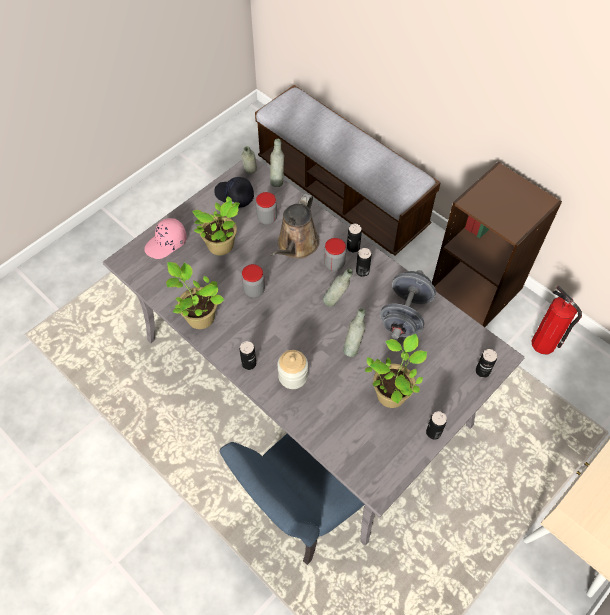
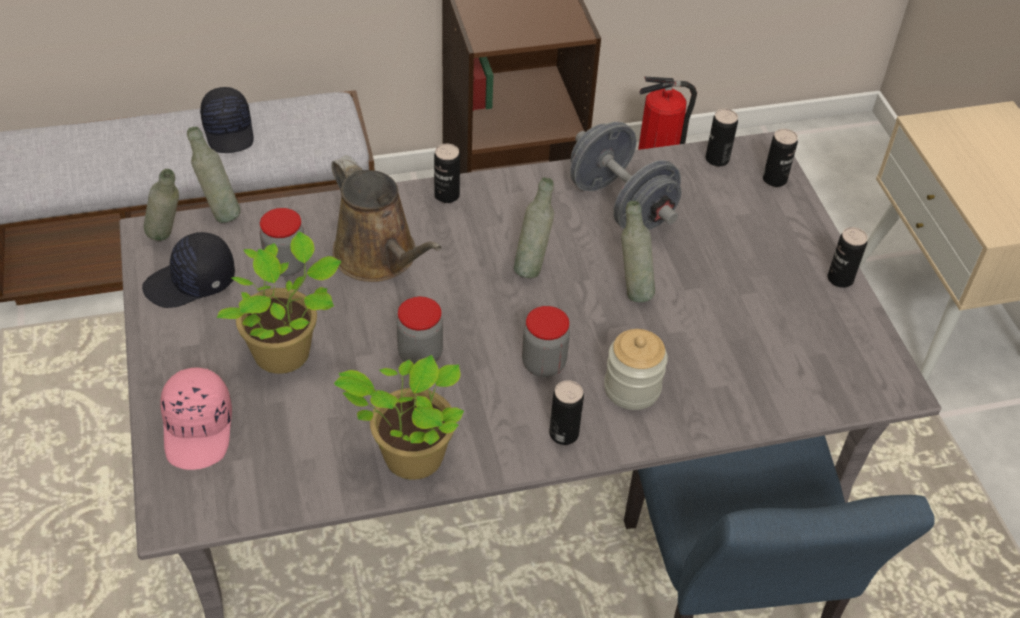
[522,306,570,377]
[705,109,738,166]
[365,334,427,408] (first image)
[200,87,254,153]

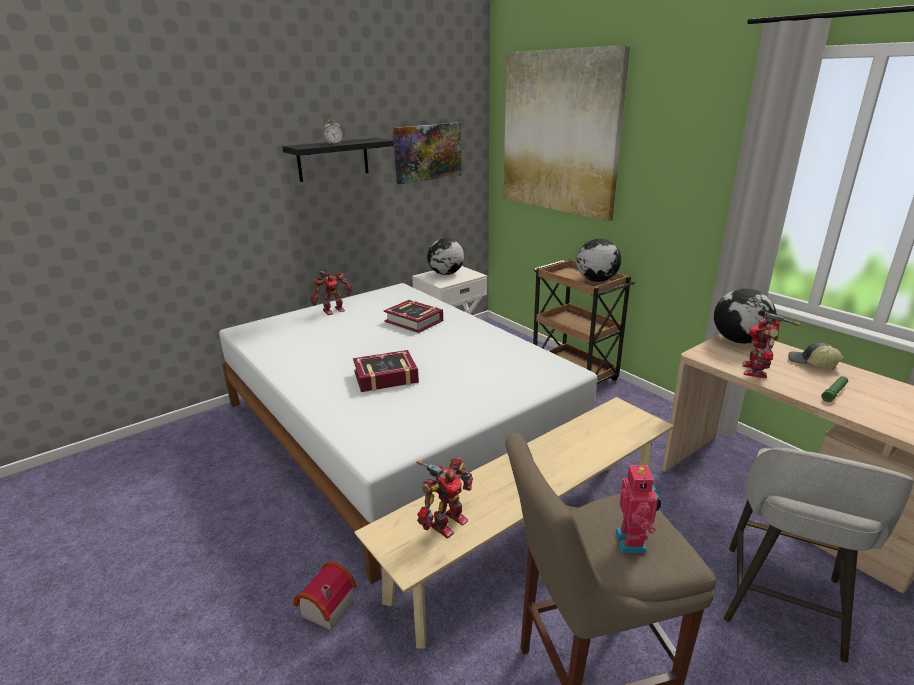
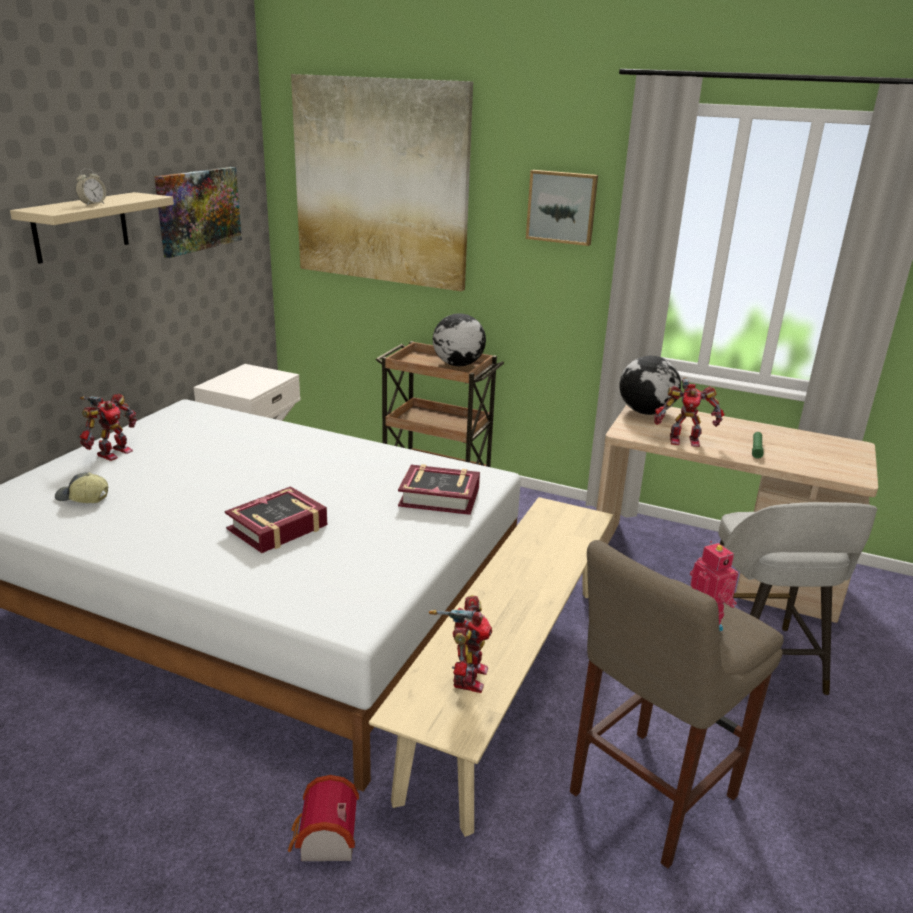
[10,192,174,264]
[398,464,480,515]
[427,238,464,275] (first image)
[654,377,725,447]
[55,472,108,503]
[526,170,598,246]

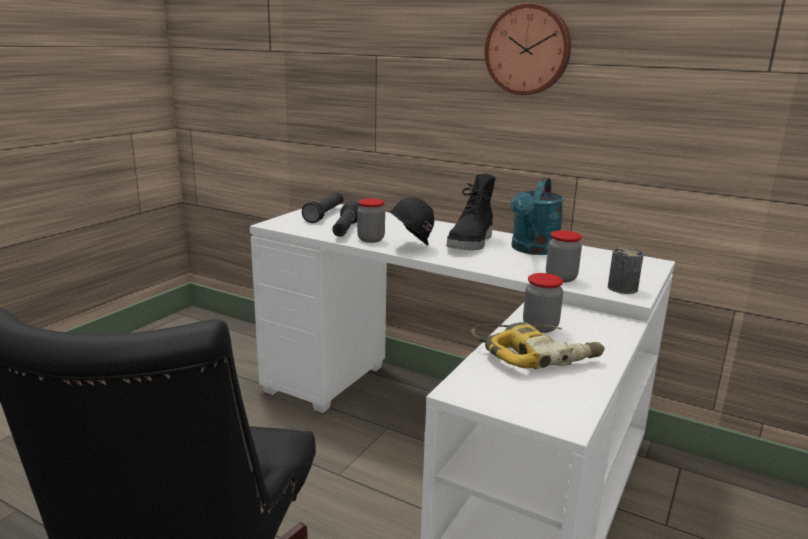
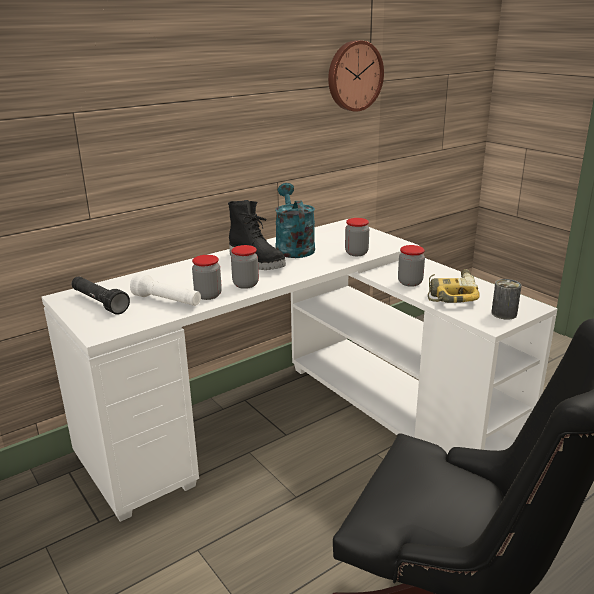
[130,273,201,306]
[231,245,259,289]
[328,40,384,112]
[275,183,315,258]
[491,279,522,320]

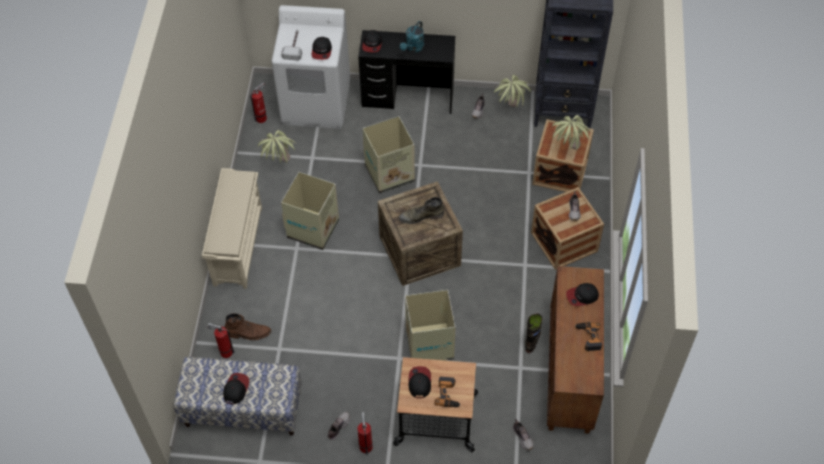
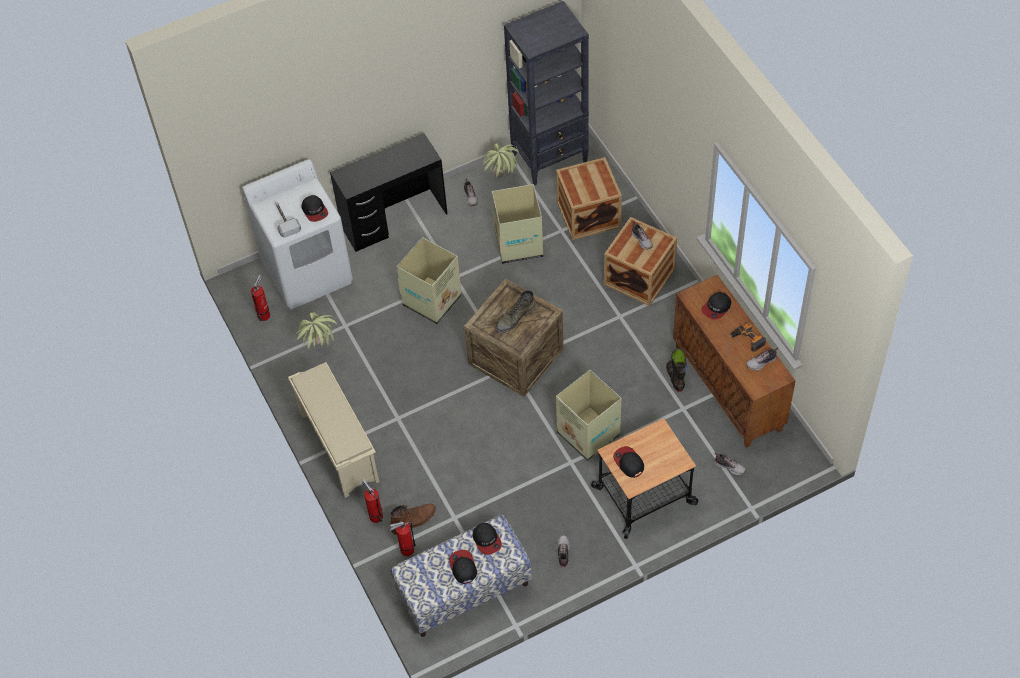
[492,184,543,264]
[362,479,383,523]
[472,523,502,555]
[400,21,424,52] (first image)
[434,377,460,407] (first image)
[552,115,592,152] (first image)
[746,348,778,371]

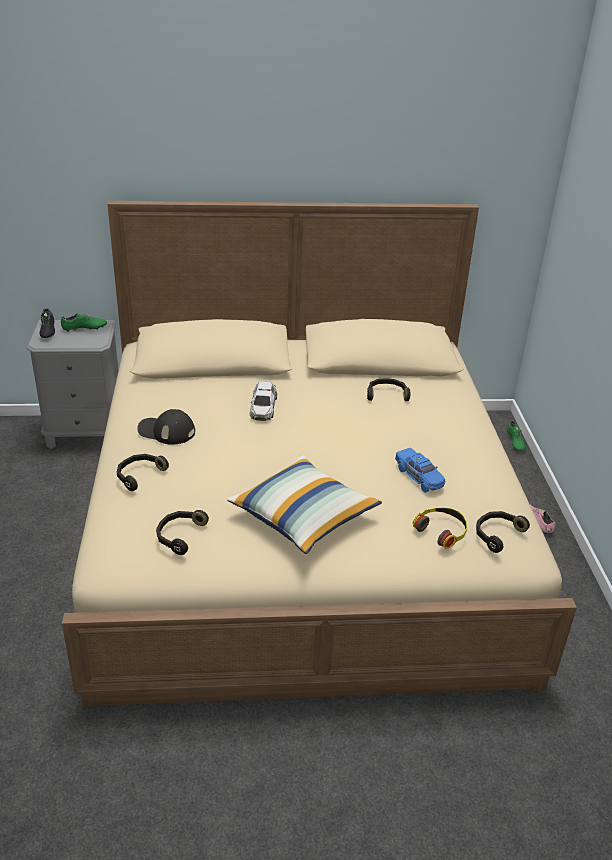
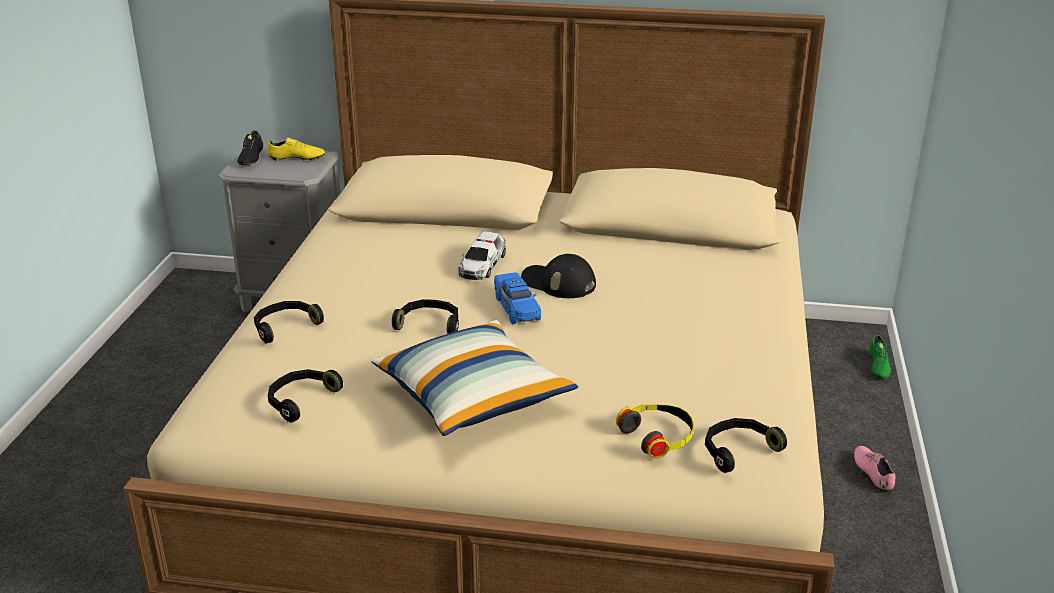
[267,137,325,161]
[521,254,596,298]
[392,299,459,334]
[494,272,541,325]

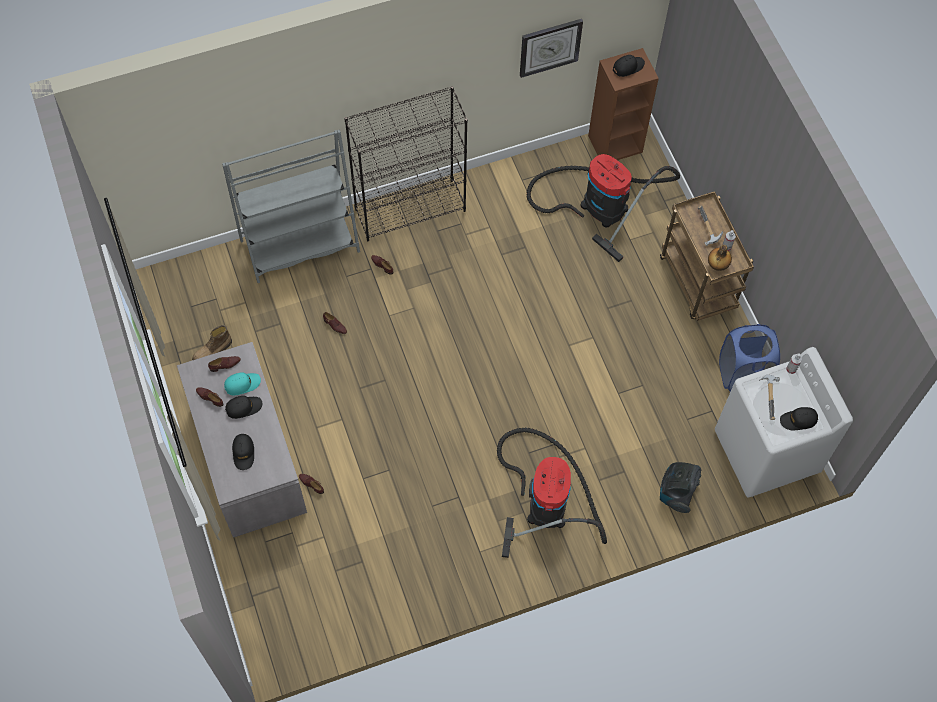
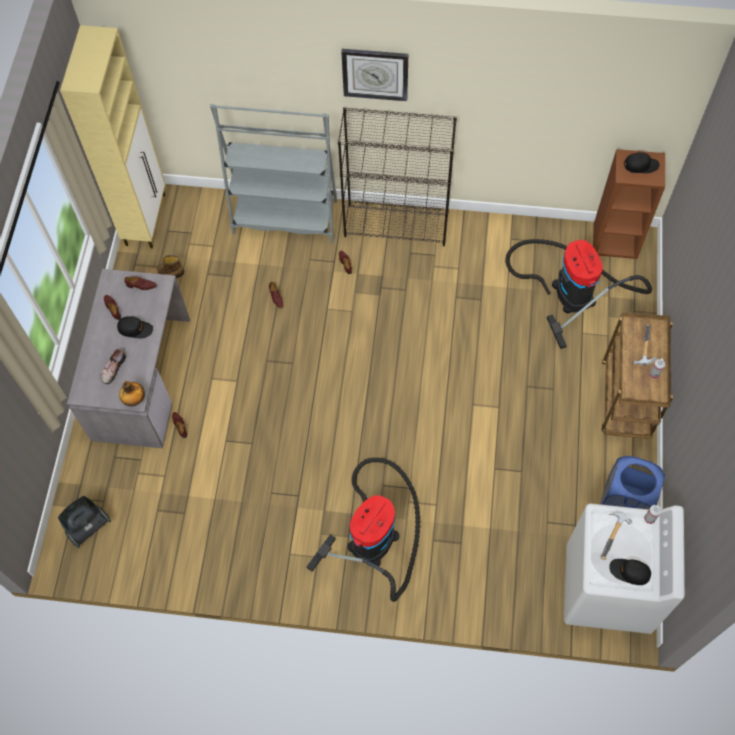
[224,372,261,395] (first image)
[100,349,126,384]
[341,49,408,101]
[58,496,111,548]
[119,381,145,406]
[60,25,165,248]

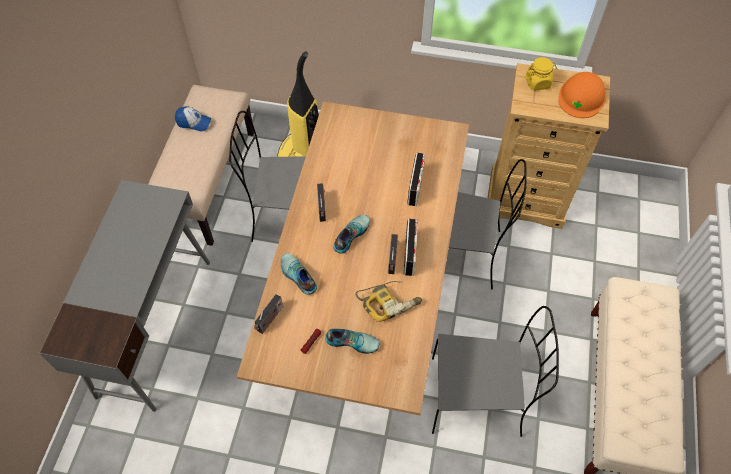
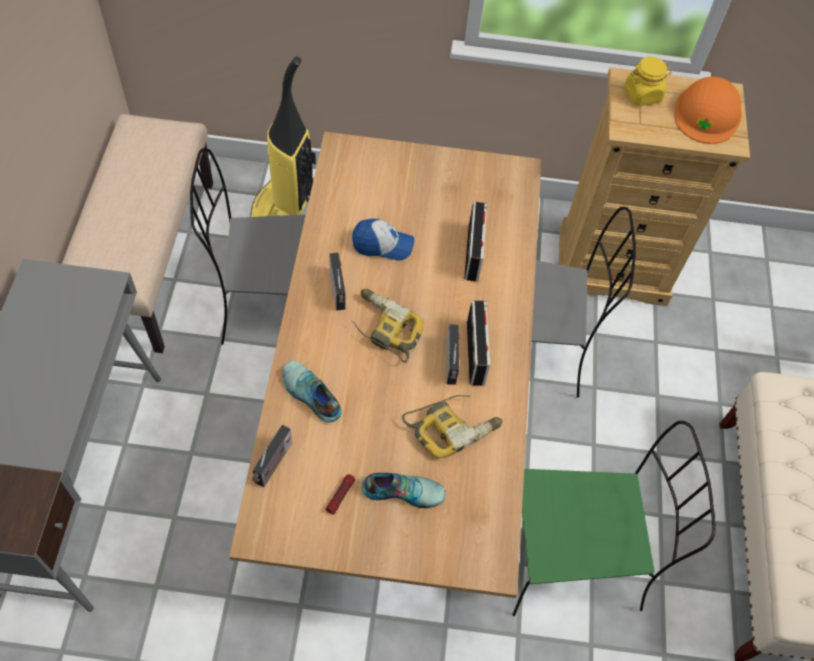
[352,219,414,261]
[352,289,424,363]
[513,421,716,616]

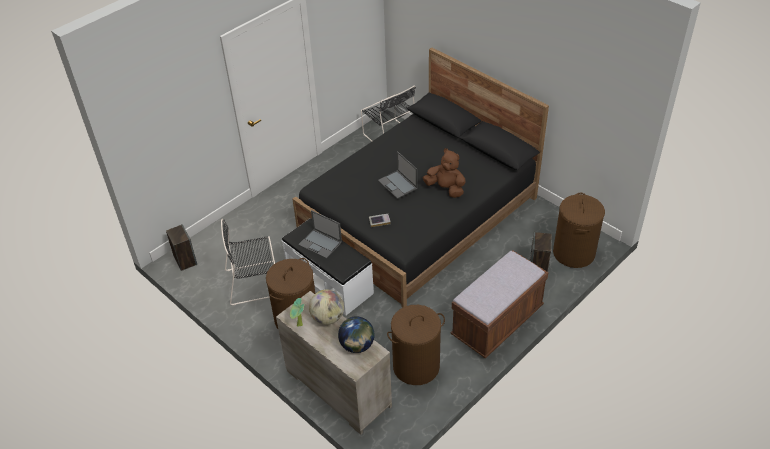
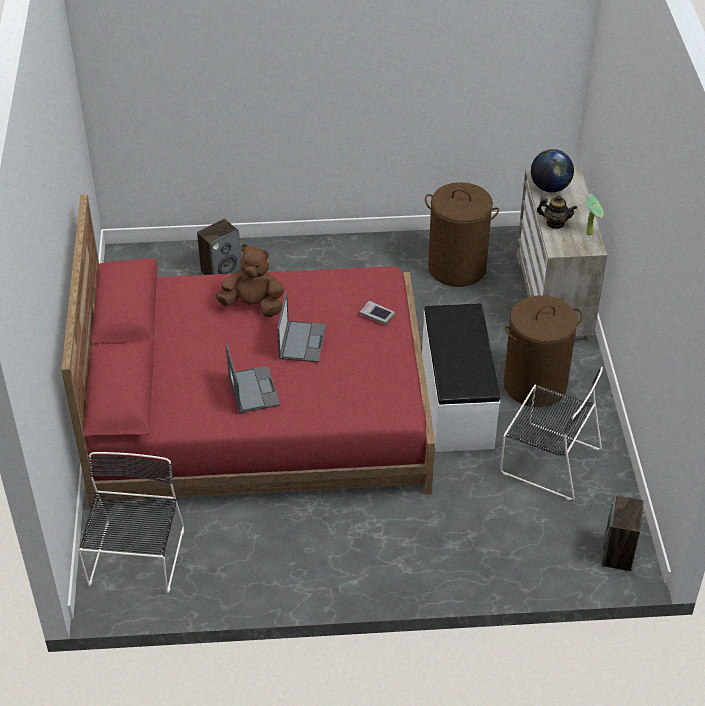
[61,195,435,512]
[226,344,280,413]
[537,195,577,229]
[215,244,284,317]
[451,250,549,358] (first image)
[553,193,605,268] (first image)

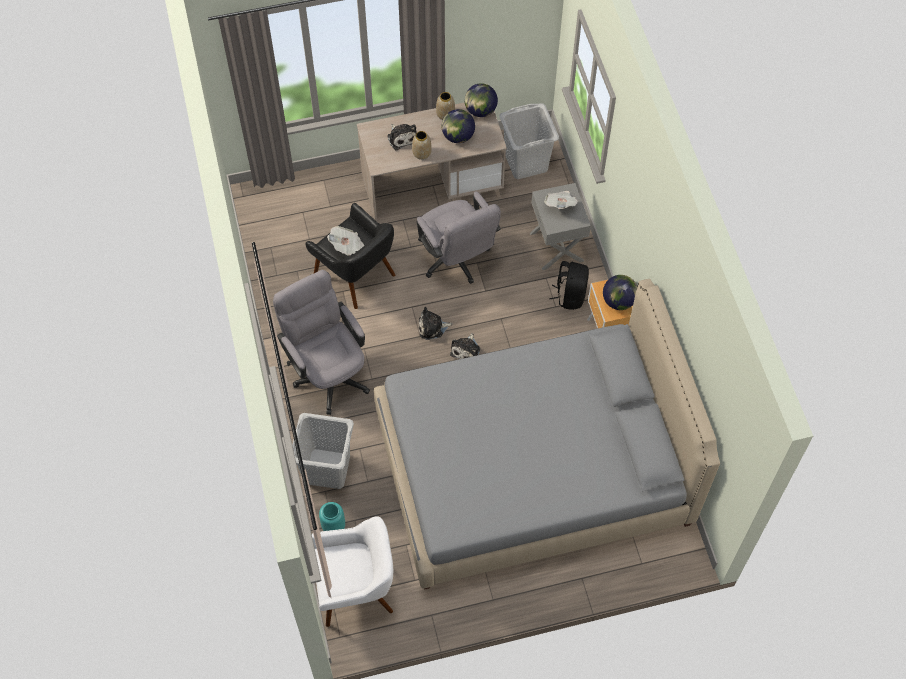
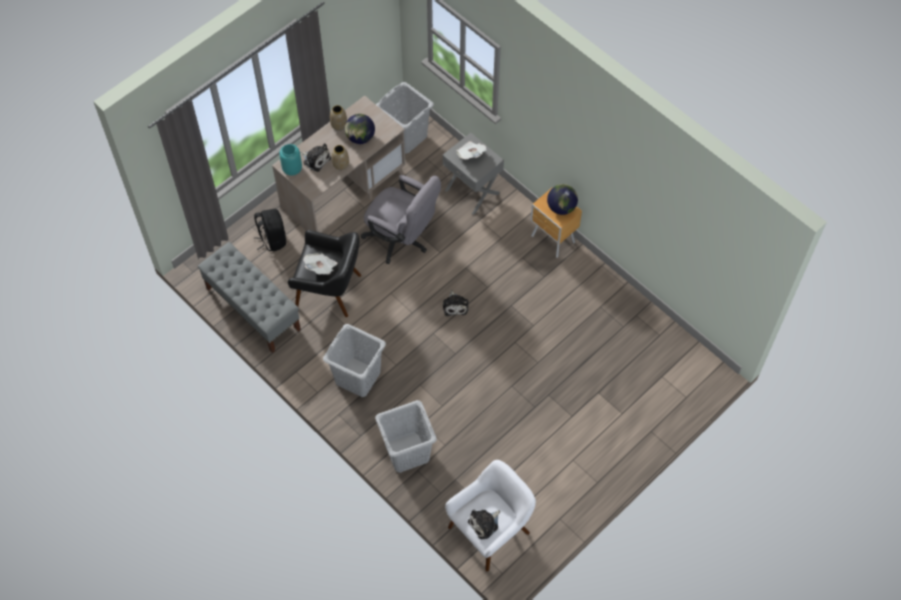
[323,324,386,397]
[279,144,302,176]
[374,279,720,590] (first image)
[468,510,500,539]
[464,83,498,117] (first image)
[254,209,286,251]
[198,242,301,353]

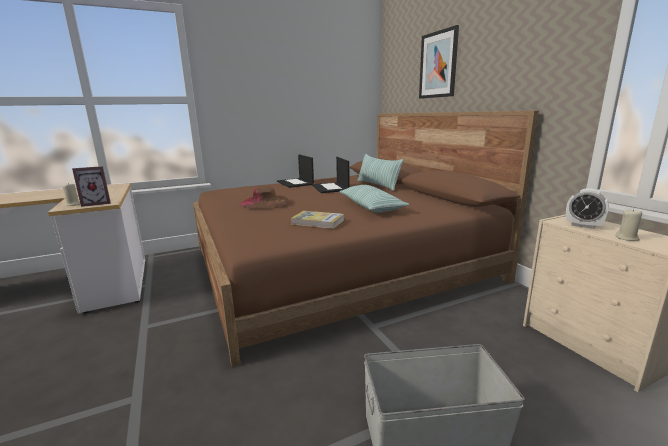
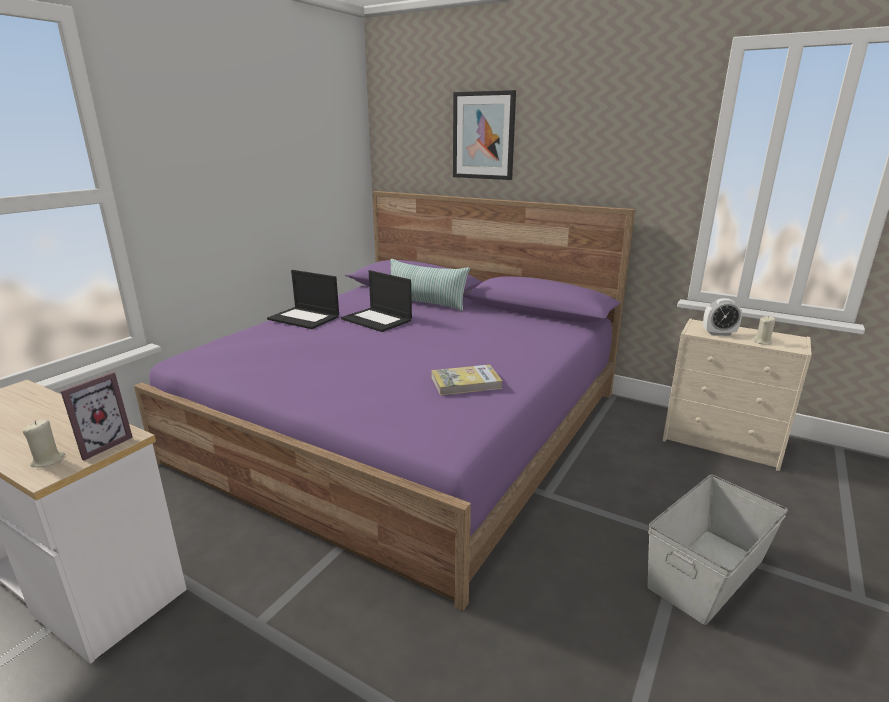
[134,191,635,611]
[241,185,288,208] (first image)
[339,185,409,213] (first image)

